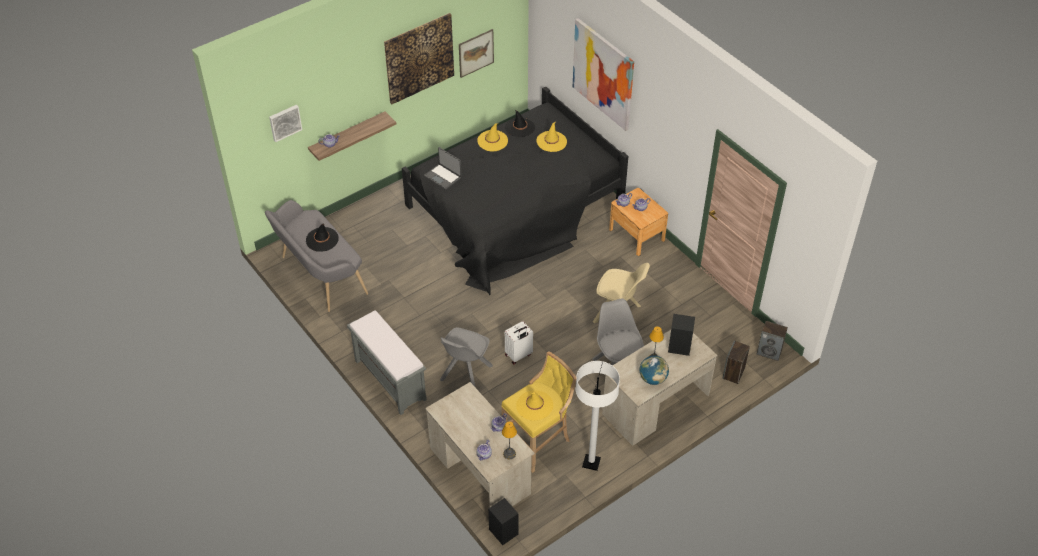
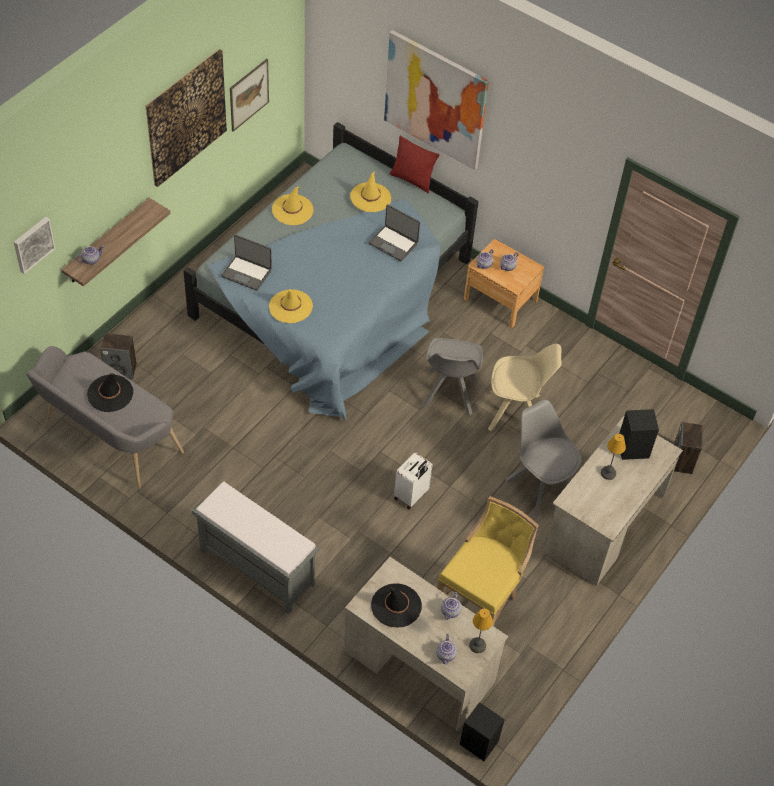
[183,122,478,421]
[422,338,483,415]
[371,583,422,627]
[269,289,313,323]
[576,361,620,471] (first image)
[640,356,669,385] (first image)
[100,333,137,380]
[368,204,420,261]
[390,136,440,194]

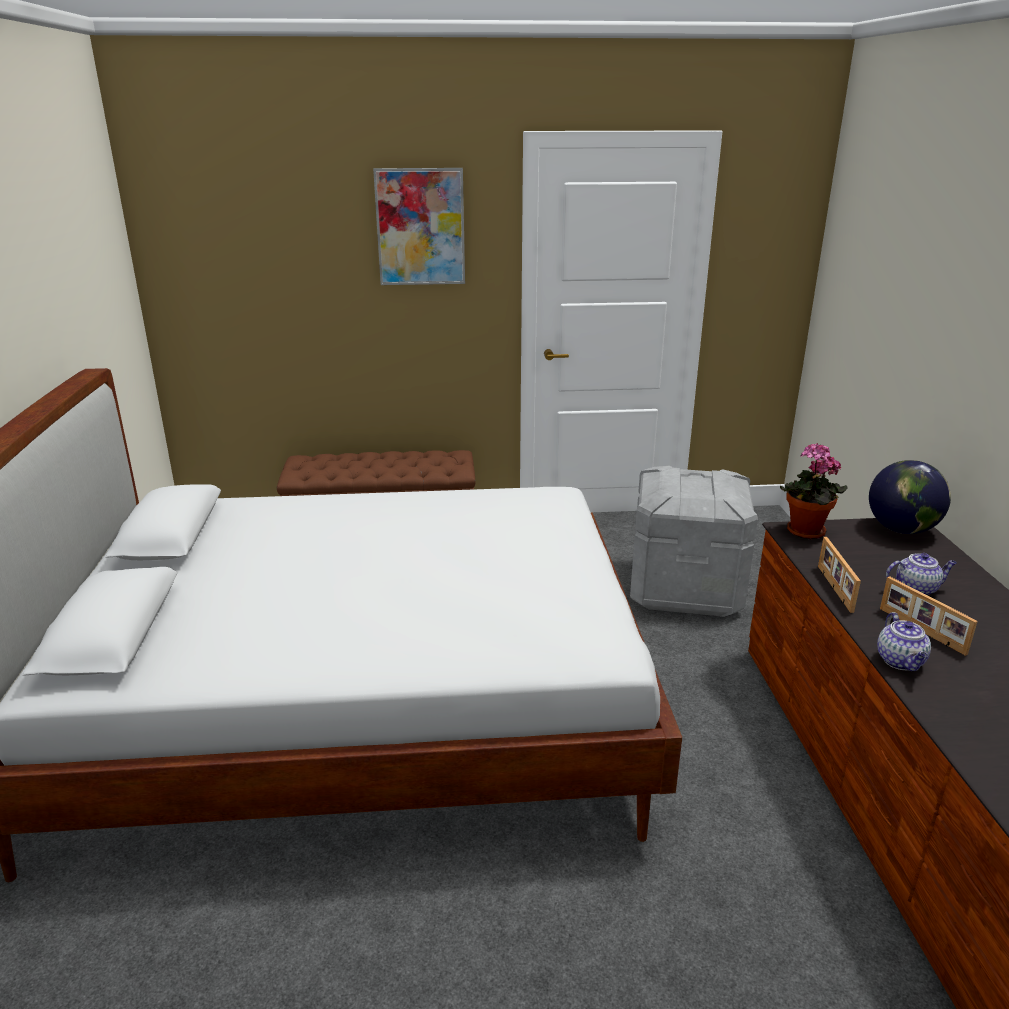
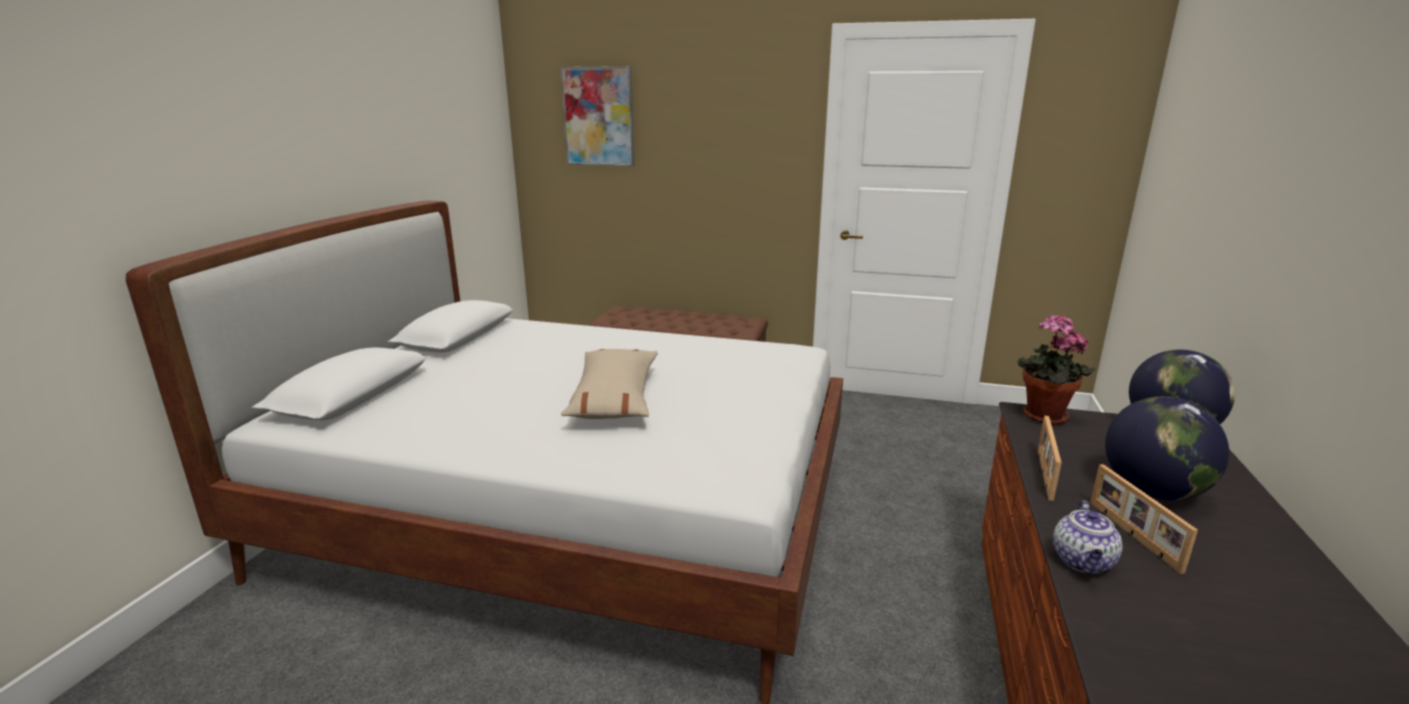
[561,66,635,166]
[630,466,758,617] (first image)
[1105,396,1229,500]
[561,349,658,419]

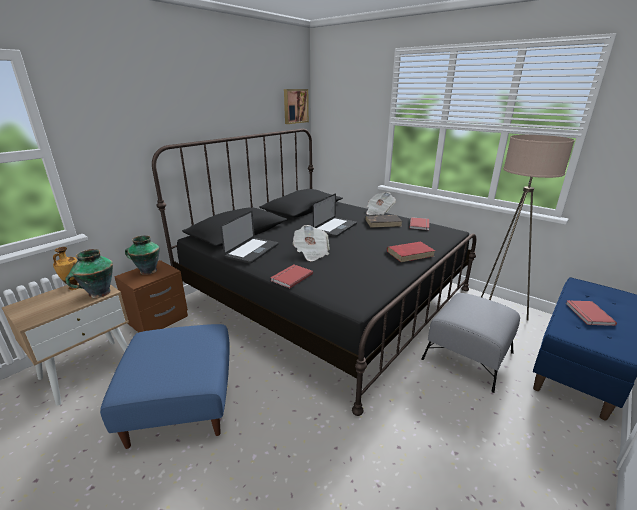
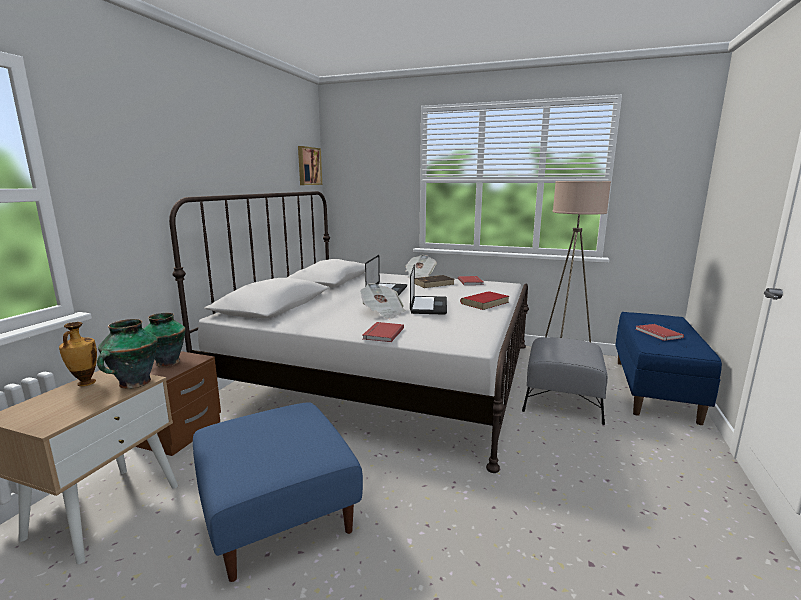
[169,191,529,473]
[410,264,447,315]

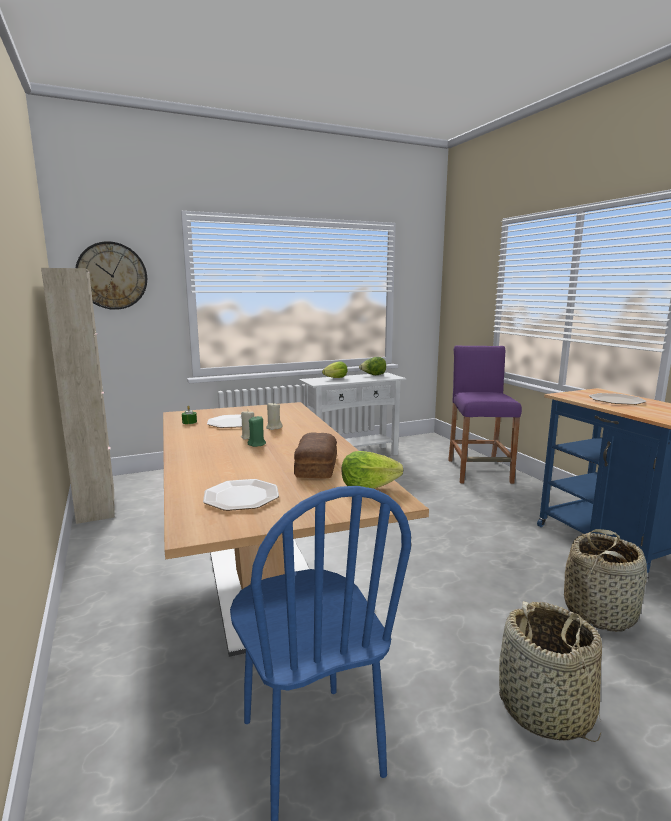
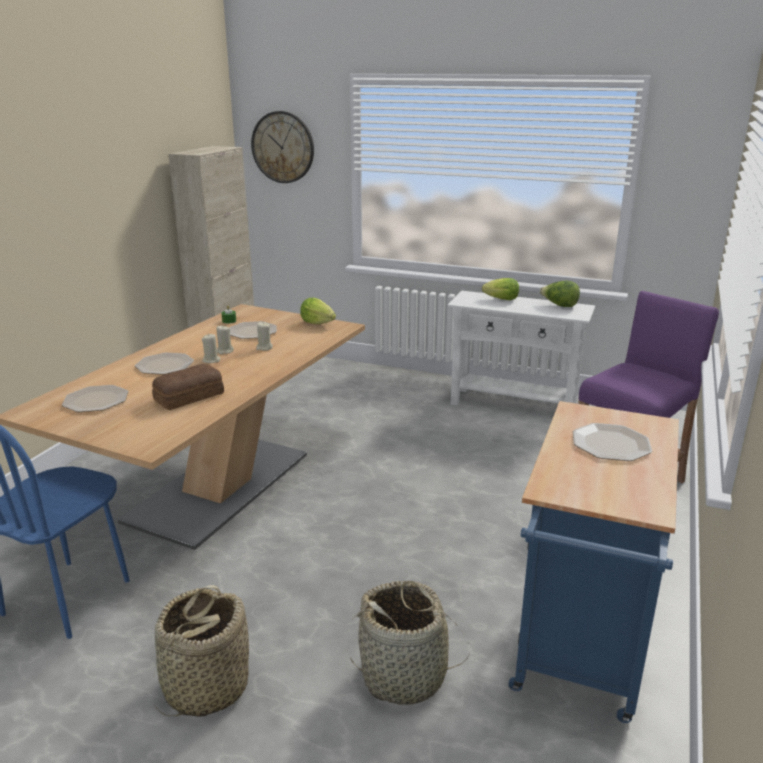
[202,334,221,363]
[300,298,336,324]
[135,352,194,375]

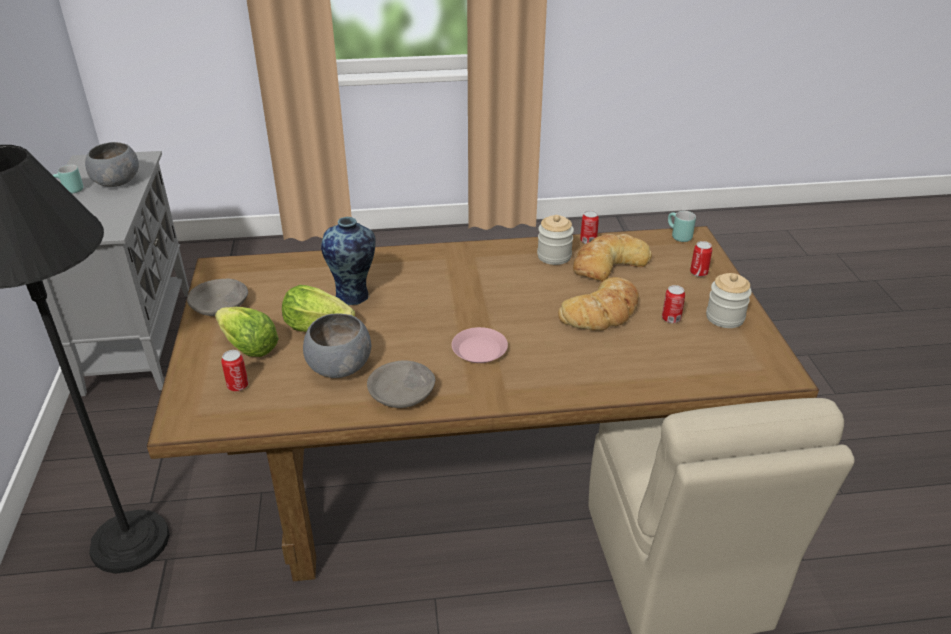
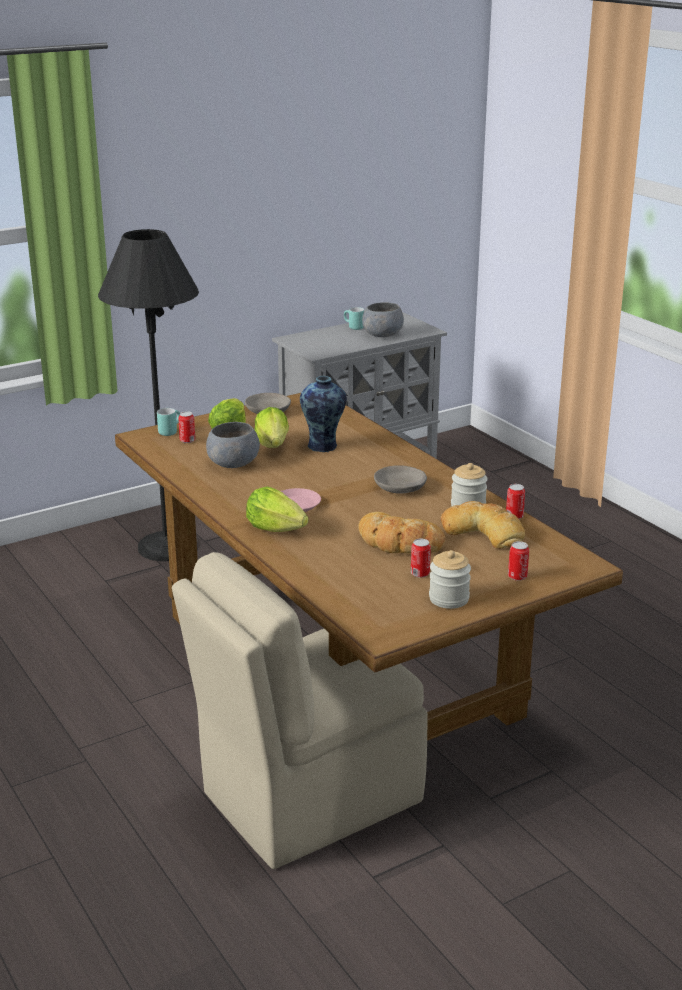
[374,465,427,494]
[157,408,180,436]
[246,486,309,532]

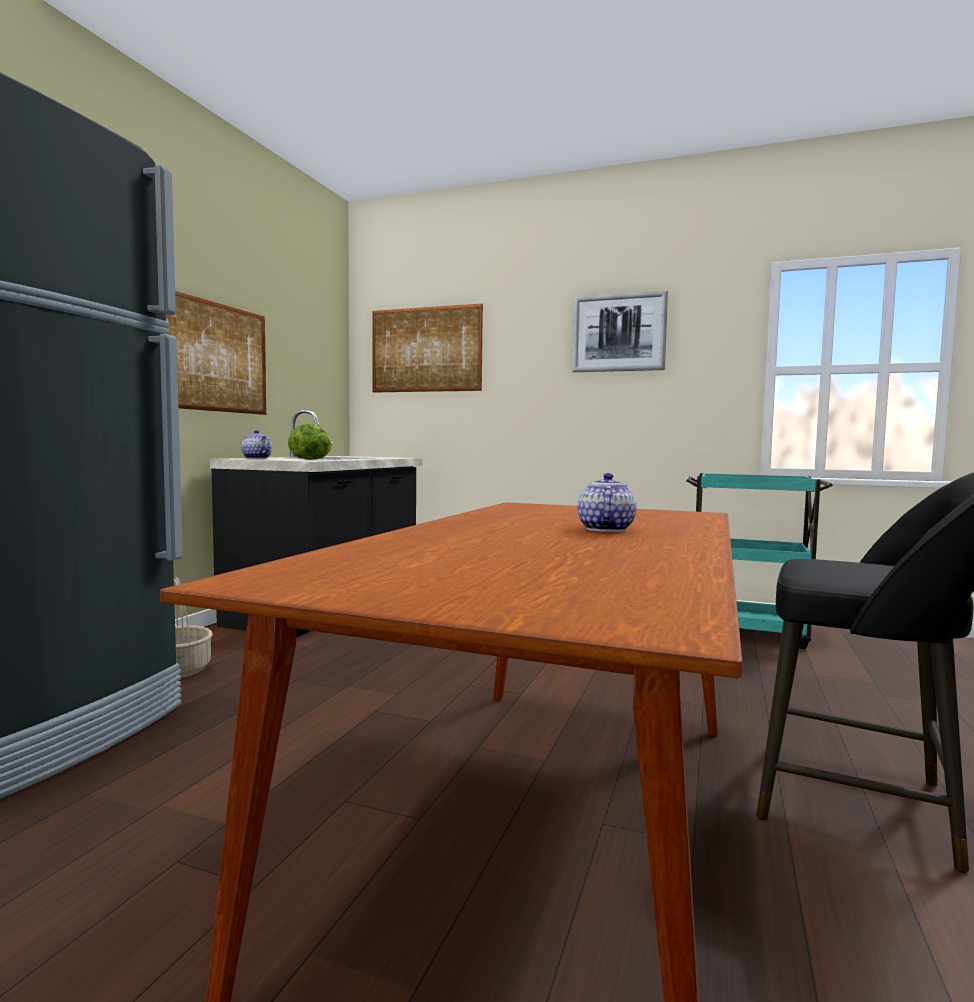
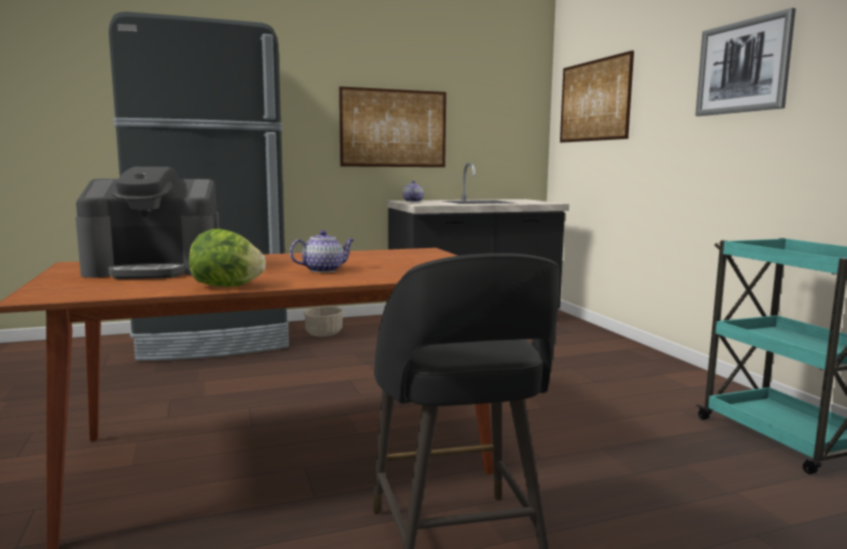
[189,229,266,287]
[75,167,219,279]

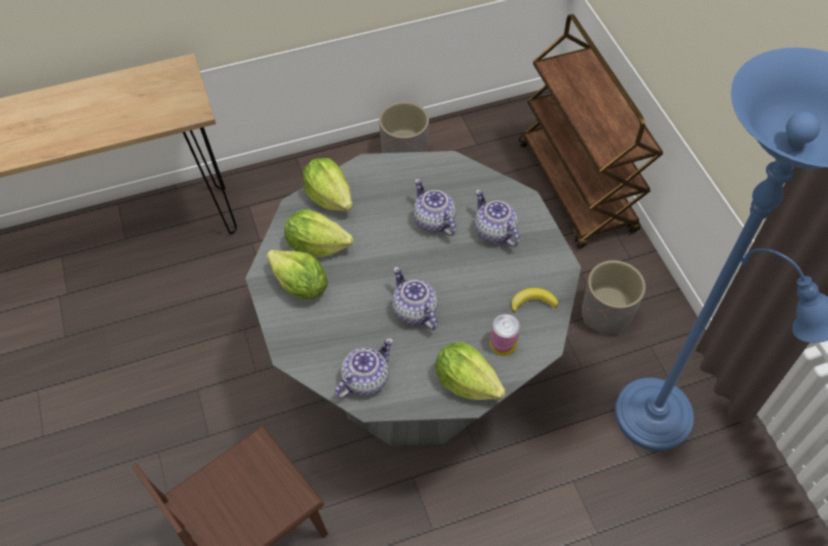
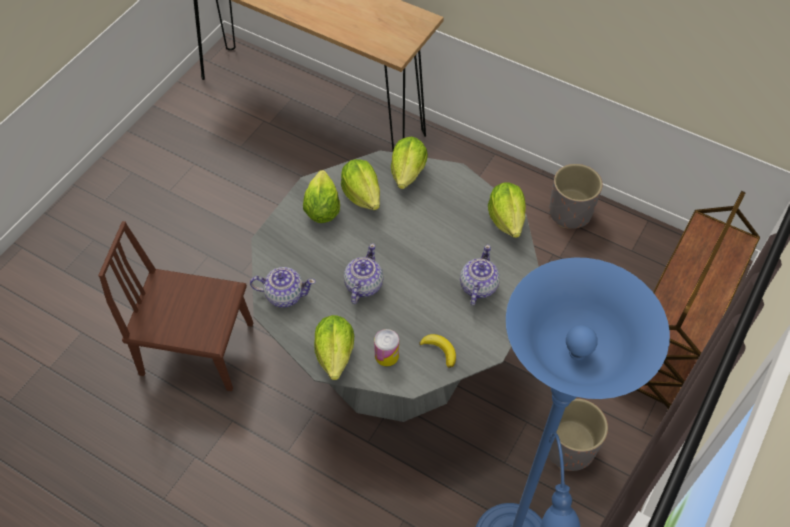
[413,179,456,236] (first image)
[488,182,526,238]

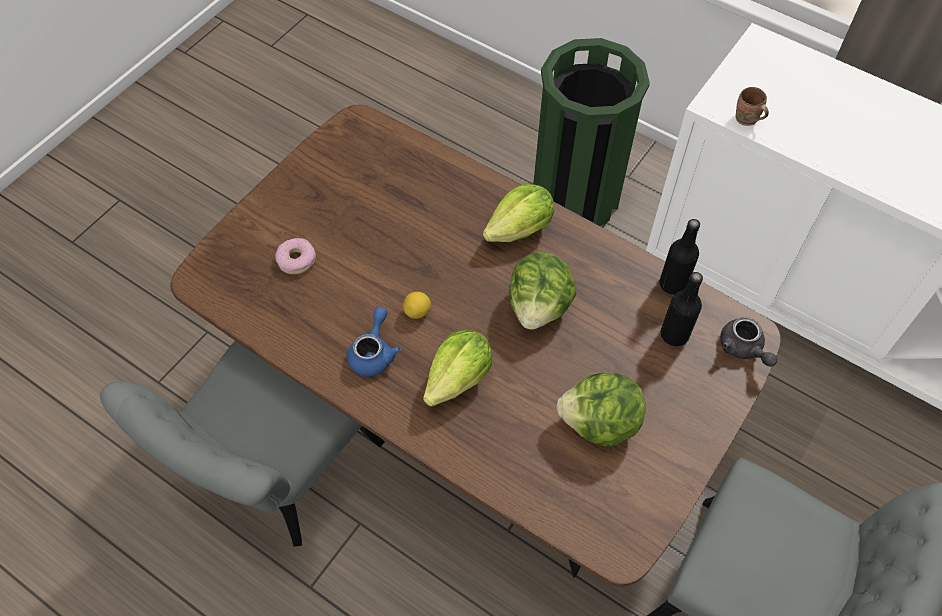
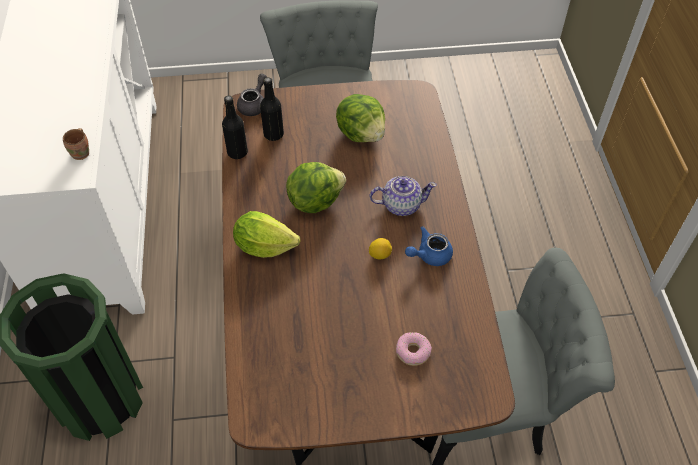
[369,176,437,216]

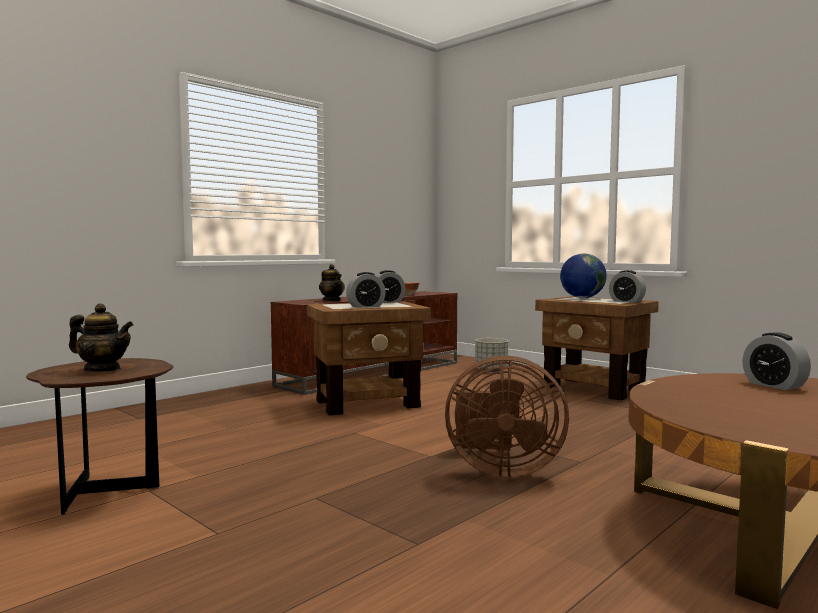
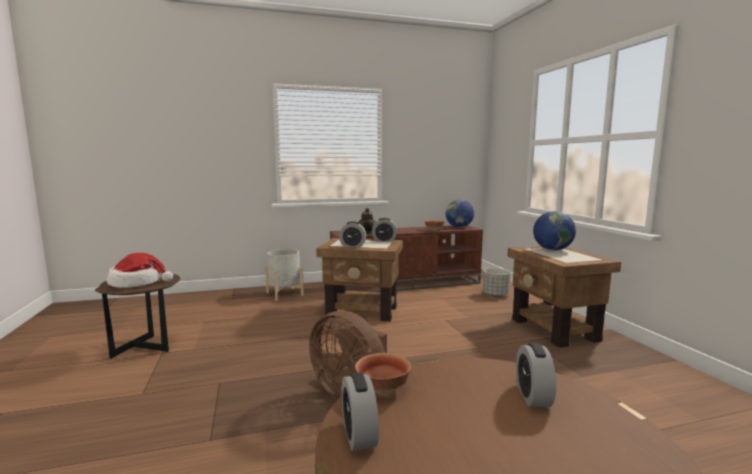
[107,253,173,288]
[342,372,379,451]
[265,249,304,301]
[355,353,411,394]
[446,199,474,228]

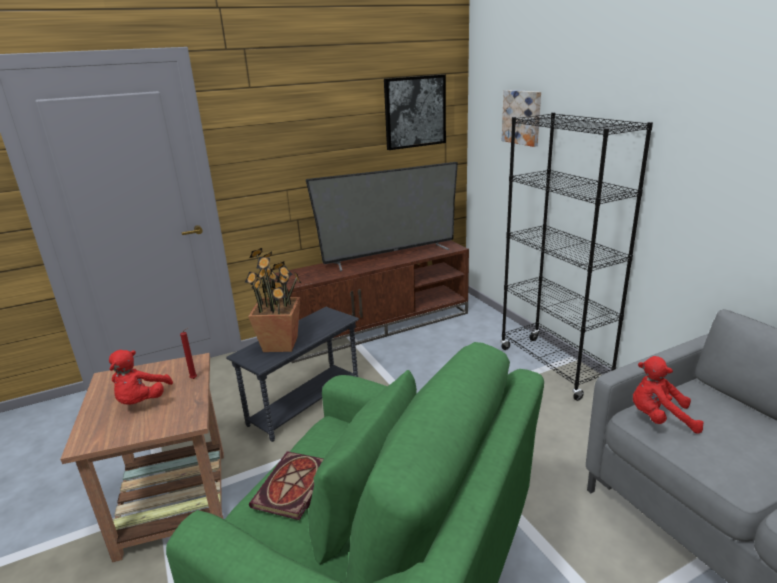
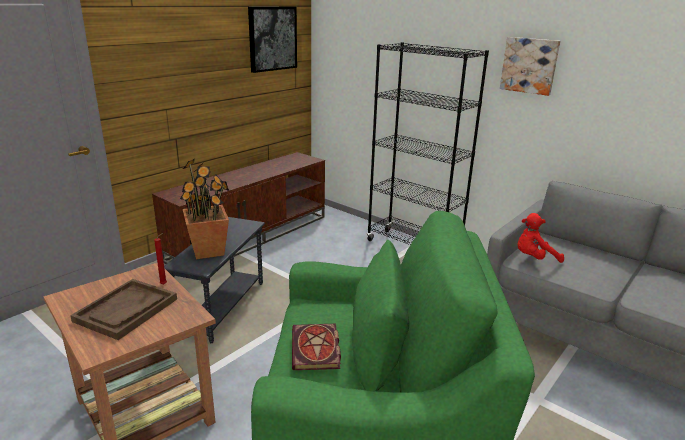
[70,279,177,340]
[306,162,458,272] (first image)
[500,37,560,96]

